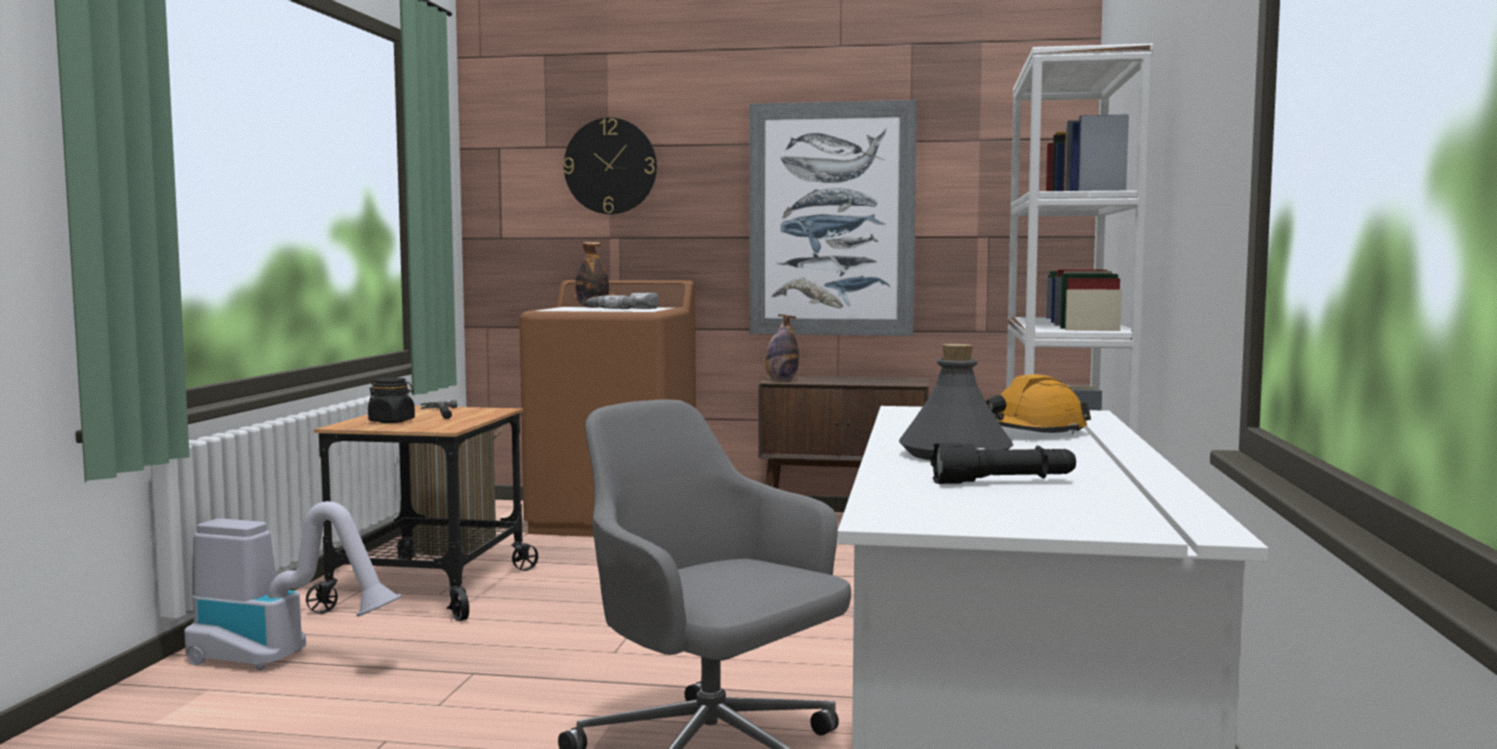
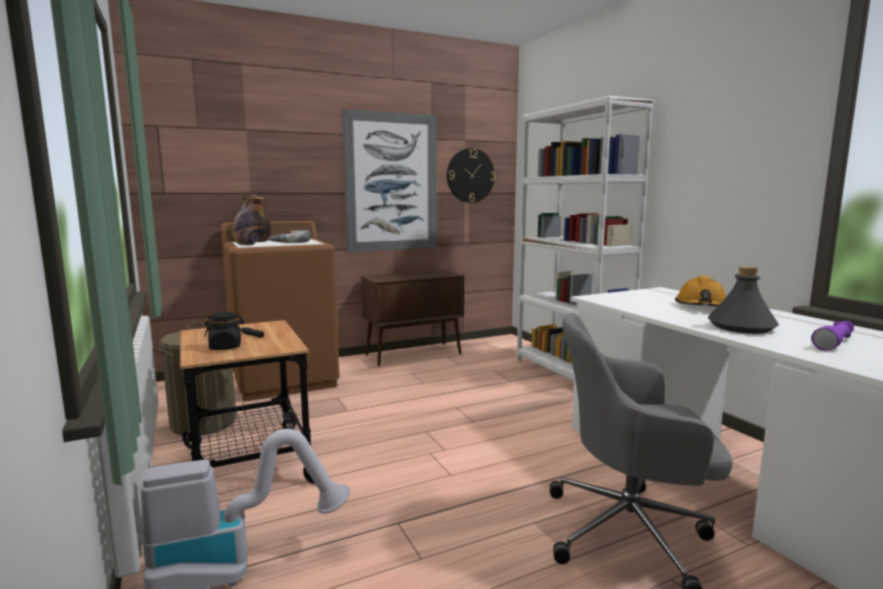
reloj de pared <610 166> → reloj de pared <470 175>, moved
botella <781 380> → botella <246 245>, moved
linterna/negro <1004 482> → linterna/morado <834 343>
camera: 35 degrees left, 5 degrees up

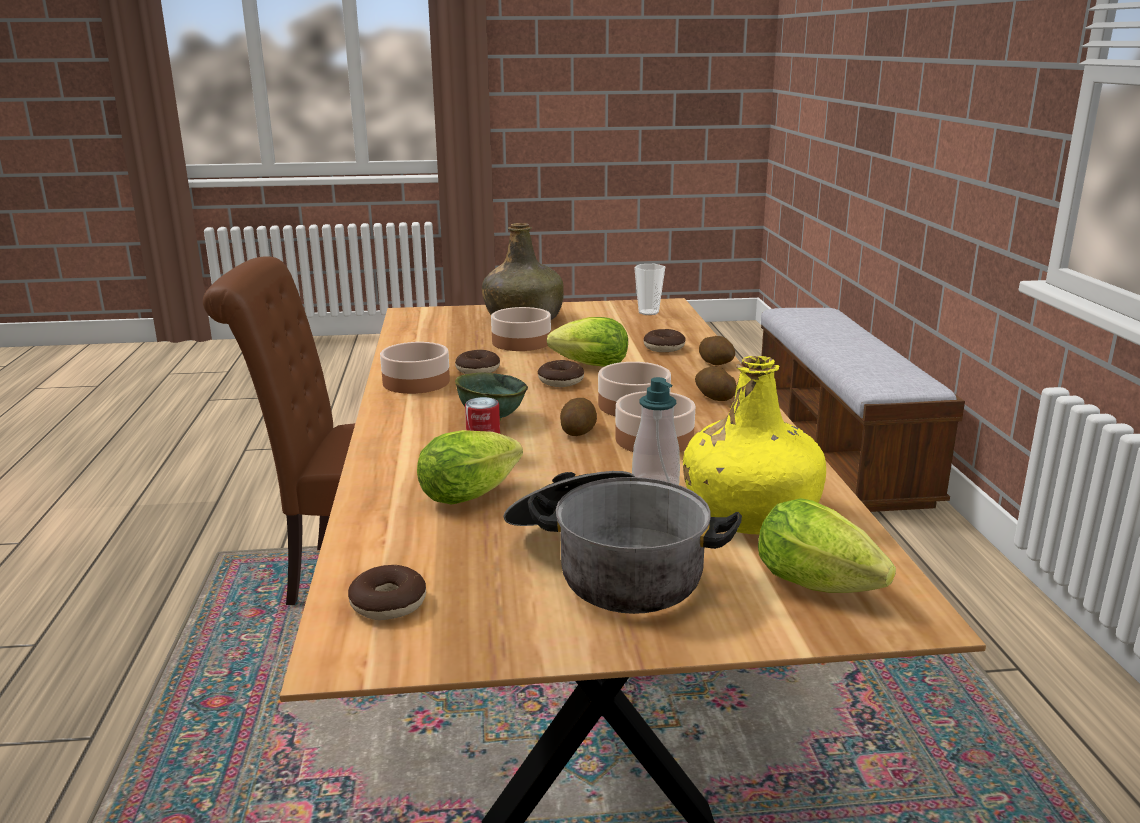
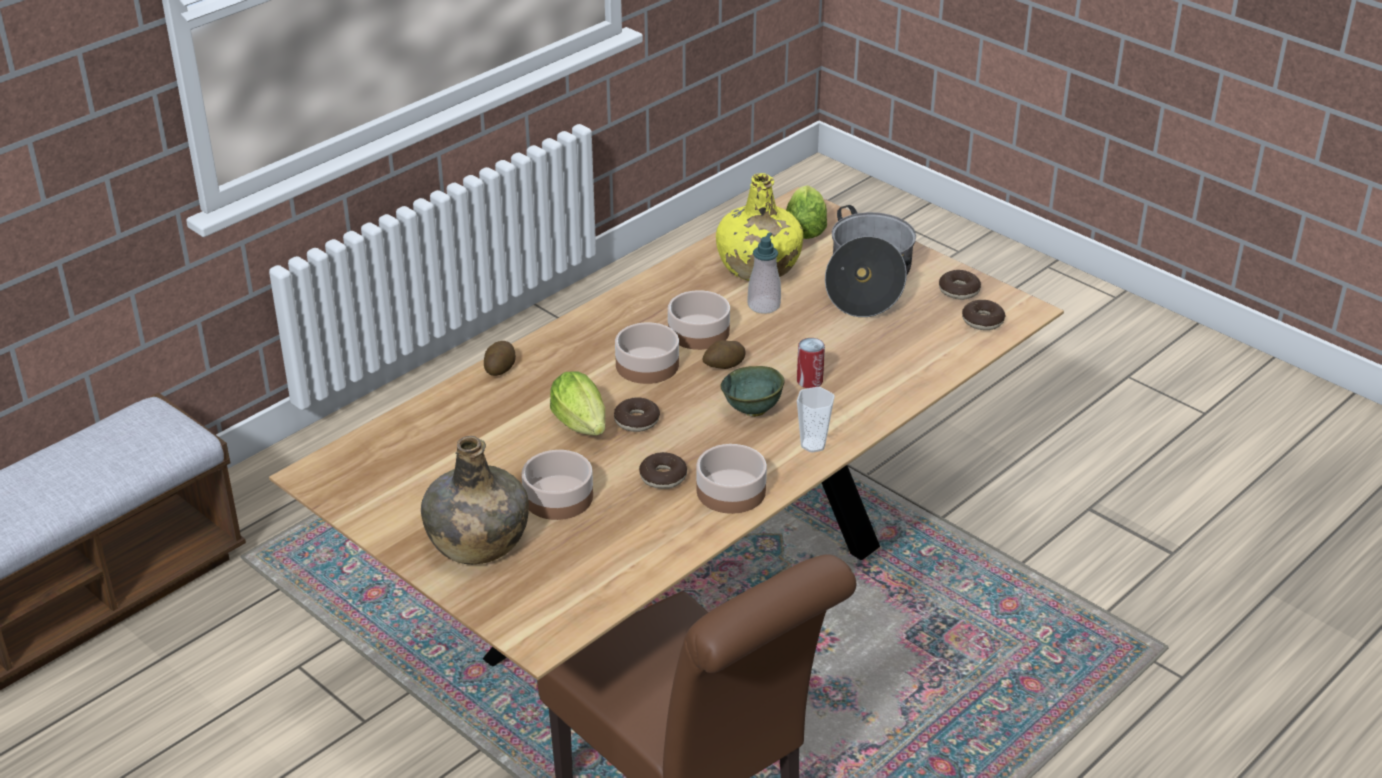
taza <648 312> → taza <813 445>, moved
rosquilla <664 348> → rosquilla <959 291>, moved
patata <714 397> → -
lechuga <474 494> → -
camera: 130 degrees left, 15 degrees up

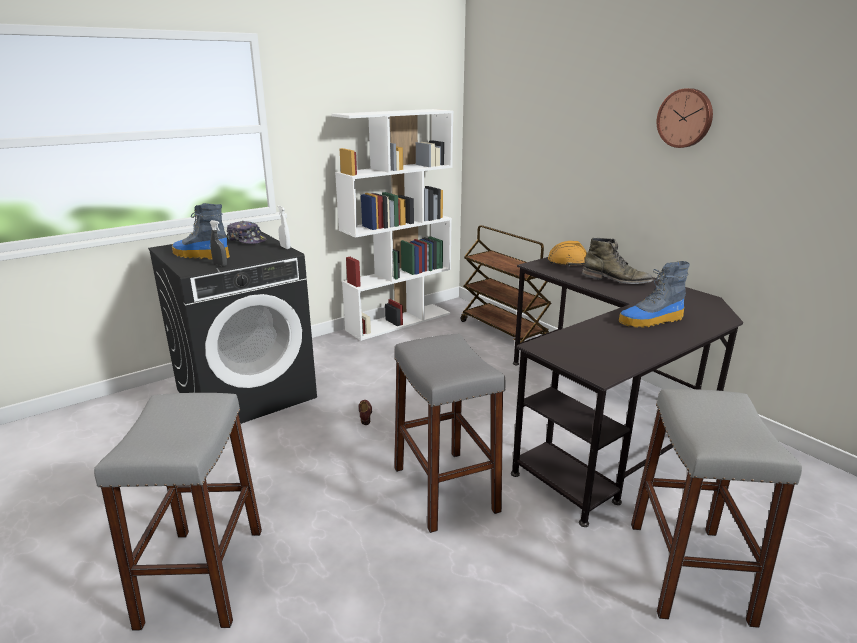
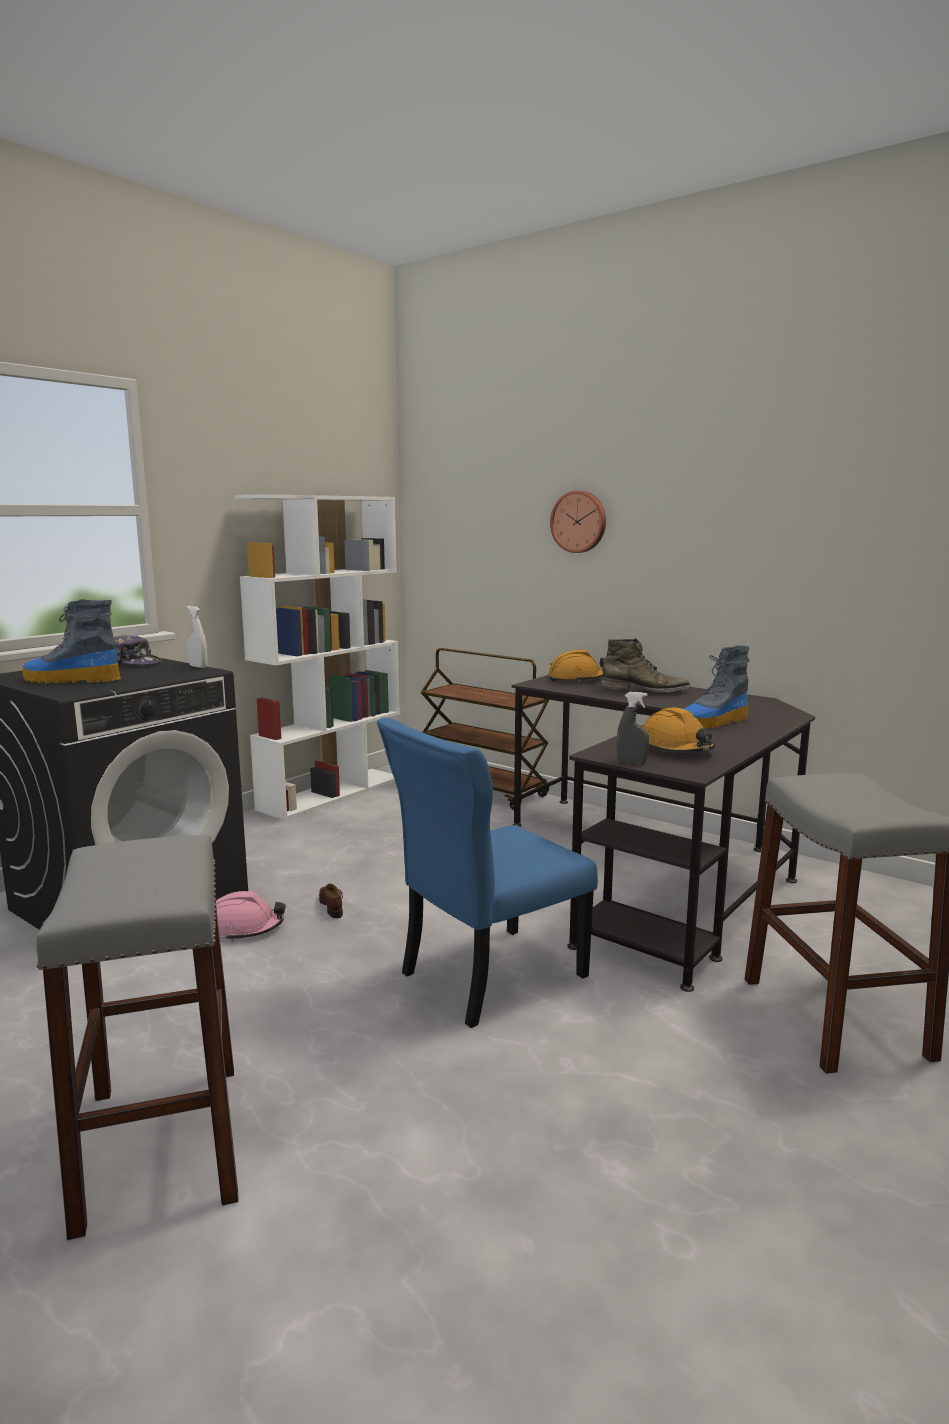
reloj de pared <685 118> → reloj de pared <579 522>, moved
pulverizador/gris <220 265> → pulverizador/gris <631 762>, moved
taburete/gris <445 489> → silla/azul <487 977>
- → casco/naranja <676 749>
- → casco/rosa <244 928>
camera: 15 degrees left, 10 degrees down

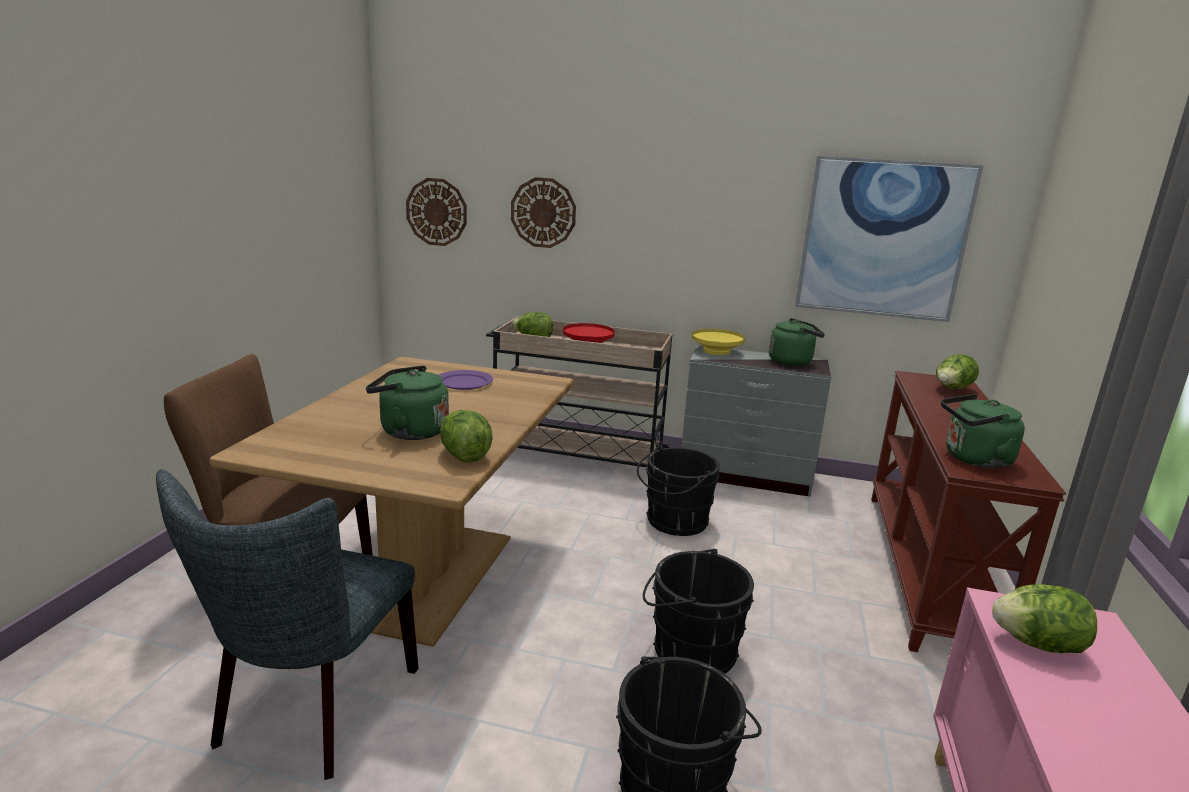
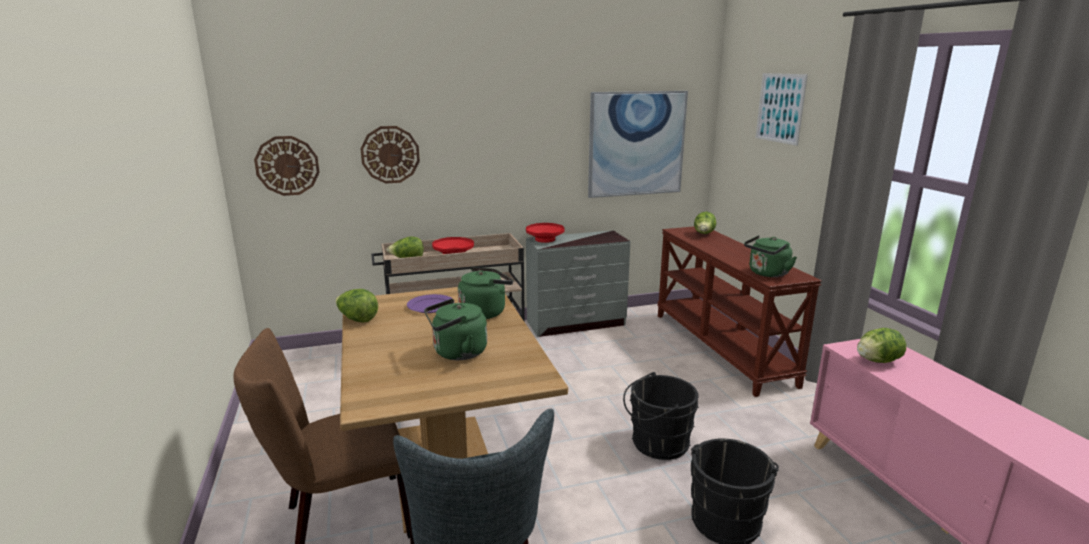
hervidor/verde <792 361> → hervidor/verde <485 312>, moved
cuenco/amarillo <716 351> → cuenco/rojo <545 239>
lechuga <464 455> → lechuga <357 319>, moved
cubo/negro <674 522> → -
- → cuadro <780 108>
camera: 30 degrees left, 0 degrees up

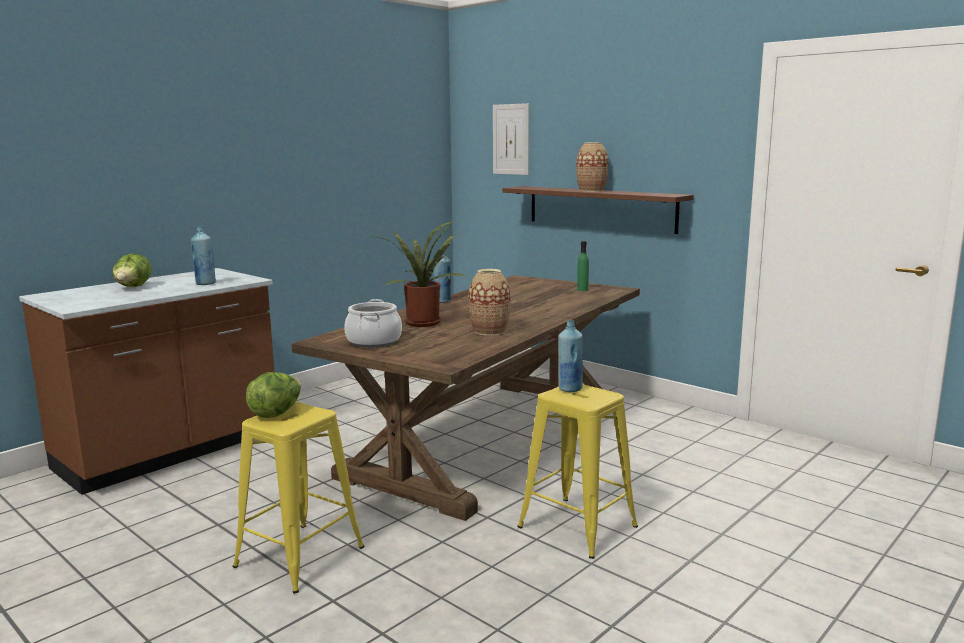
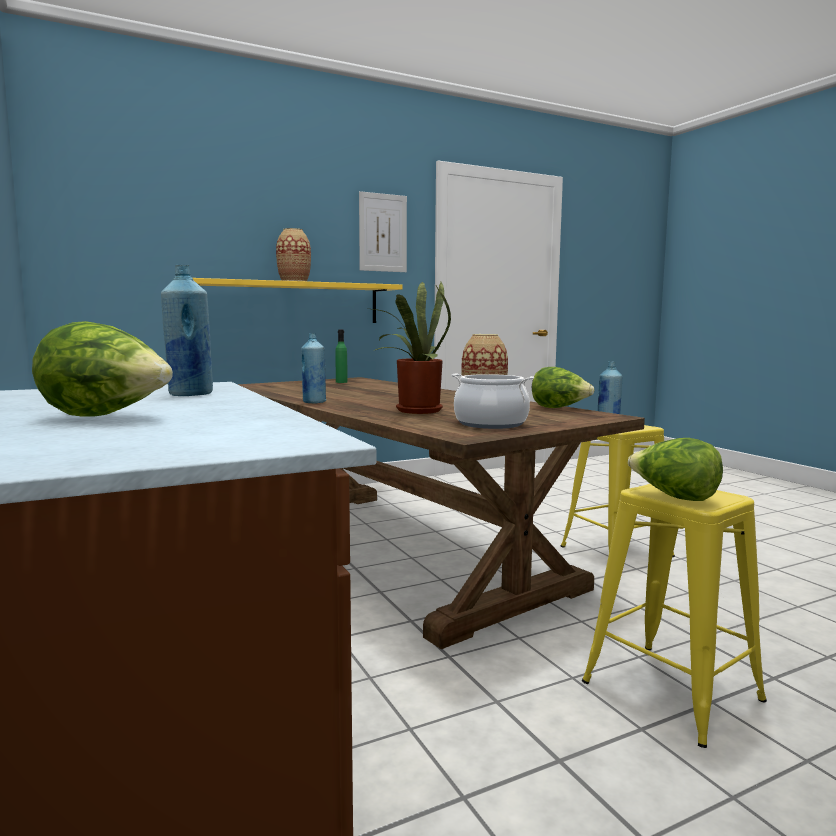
cuadro <511 139> → cuadro <383 233>, moved
estante/marrón <600 208> → estante/amarillo <289 303>
- → lechuga <559 408>
camera: 70 degrees left, 5 degrees down

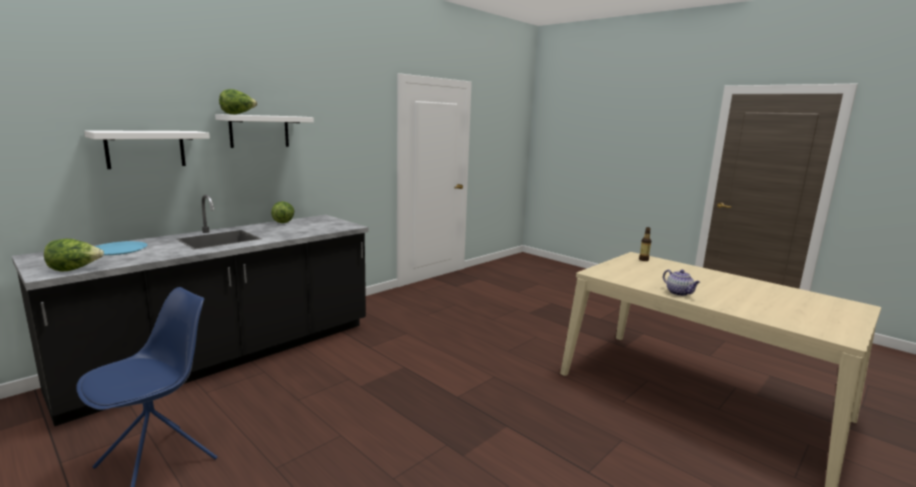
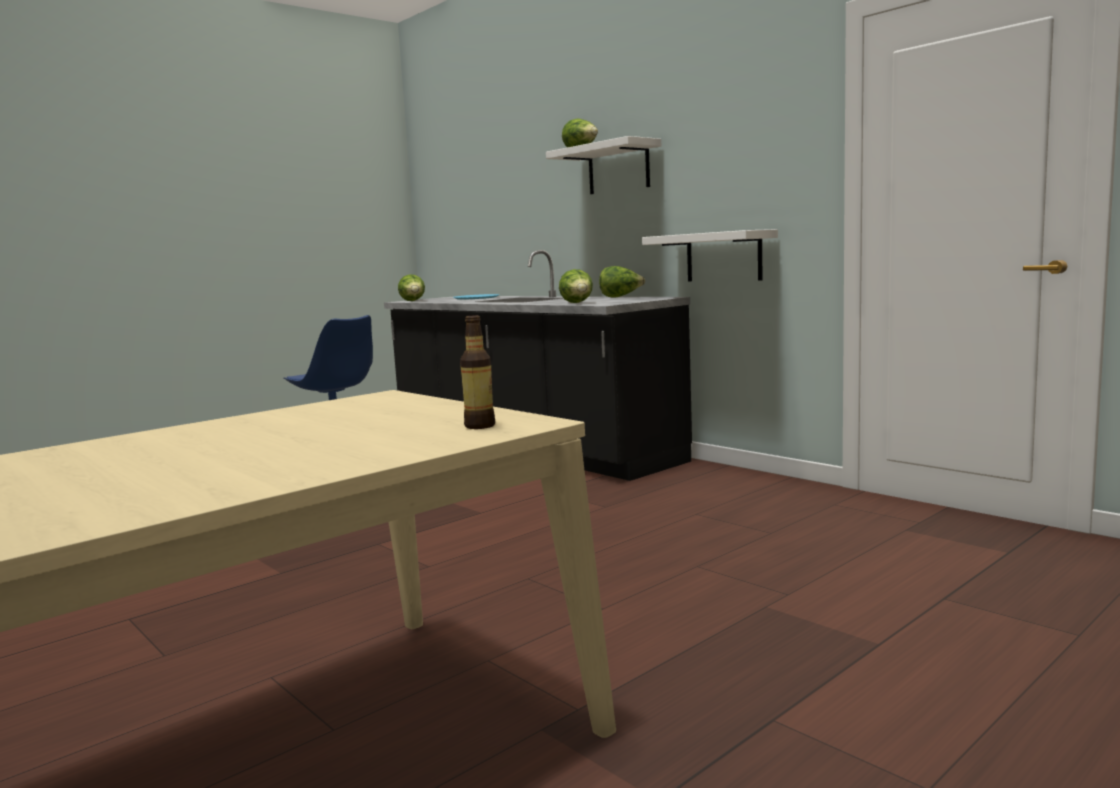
estante/blanco <145 149> → estante/blanco <723 256>, moved
tetera <679 293> → -
- → lechuga <577 303>
camera: 95 degrees right, 5 degrees down

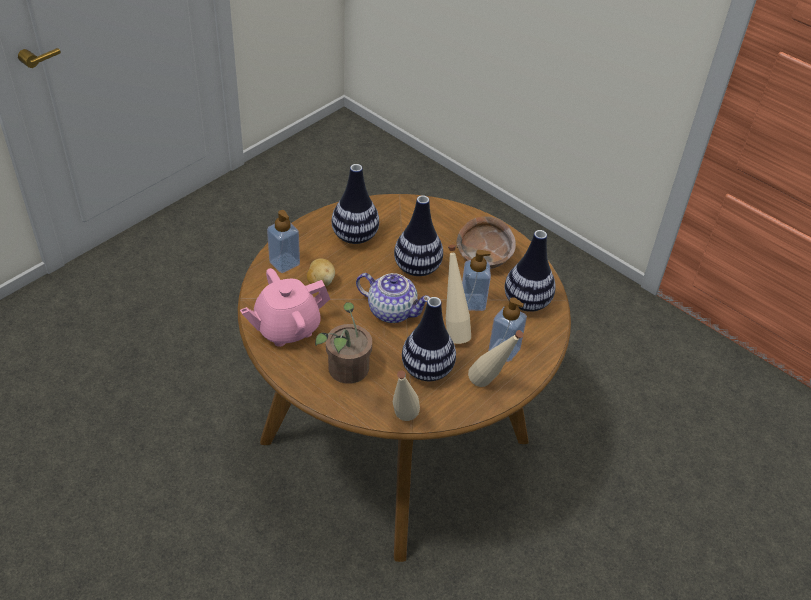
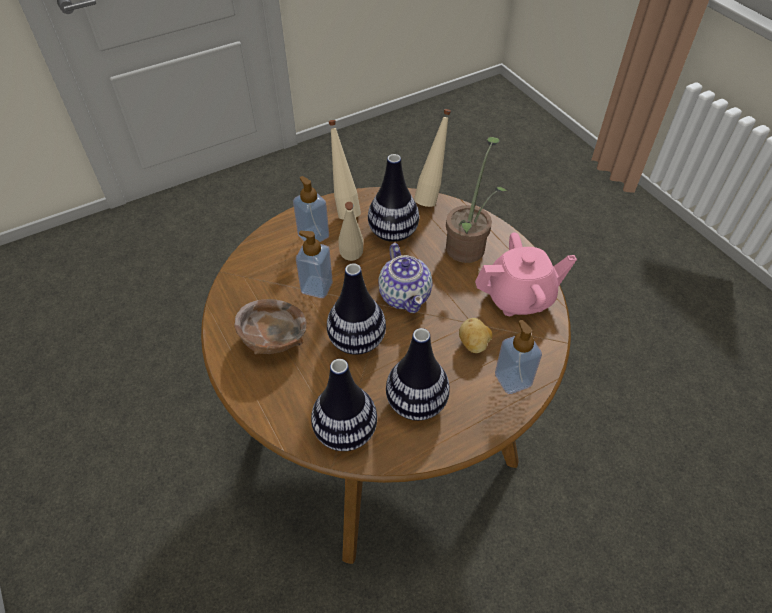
florero <526 302> → florero <345 432>, moved
tetera <391 310> → tetera <405 295>, 150 degrees counterclockwise
camera: 160 degrees left, 5 degrees up

